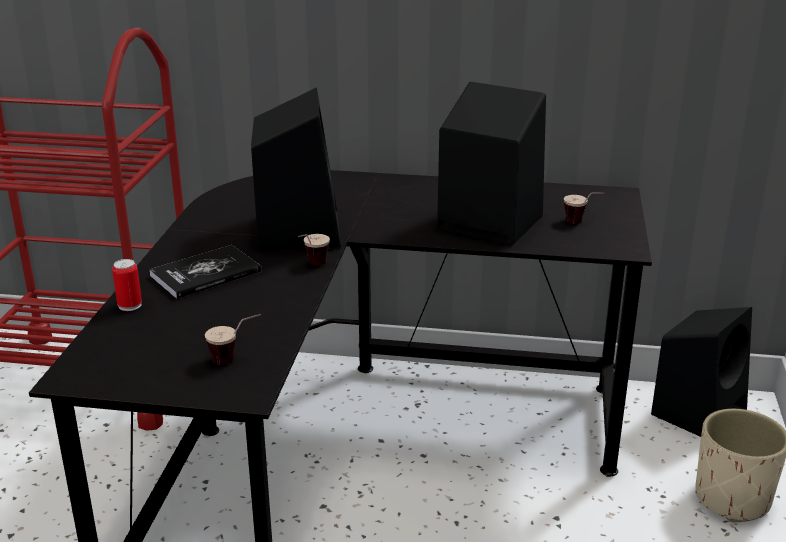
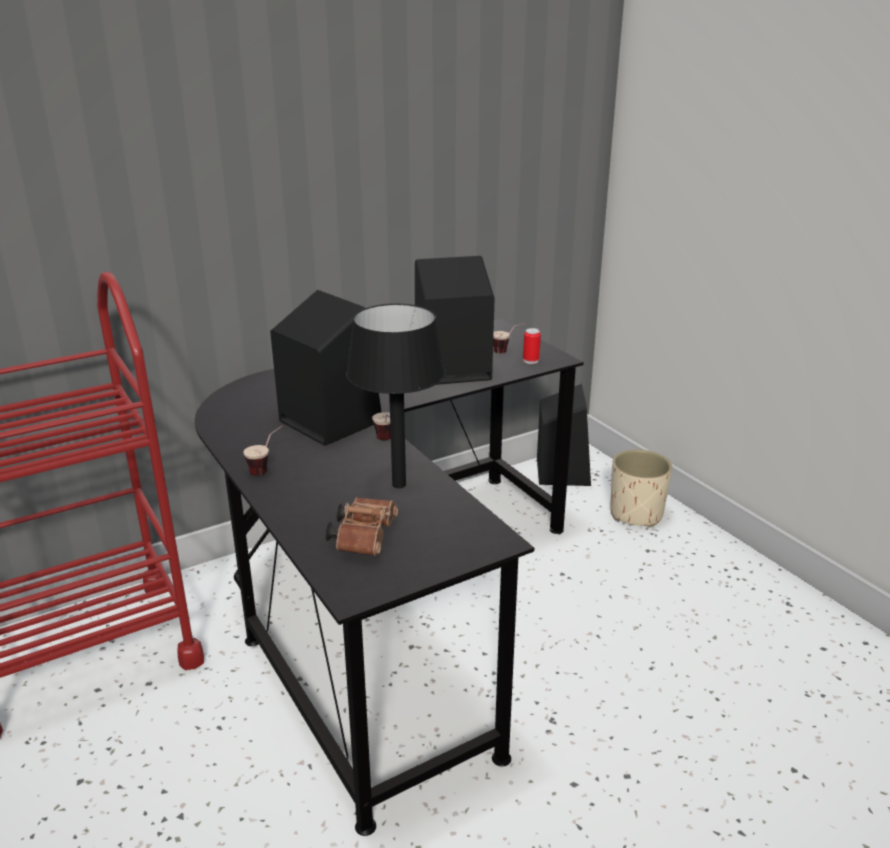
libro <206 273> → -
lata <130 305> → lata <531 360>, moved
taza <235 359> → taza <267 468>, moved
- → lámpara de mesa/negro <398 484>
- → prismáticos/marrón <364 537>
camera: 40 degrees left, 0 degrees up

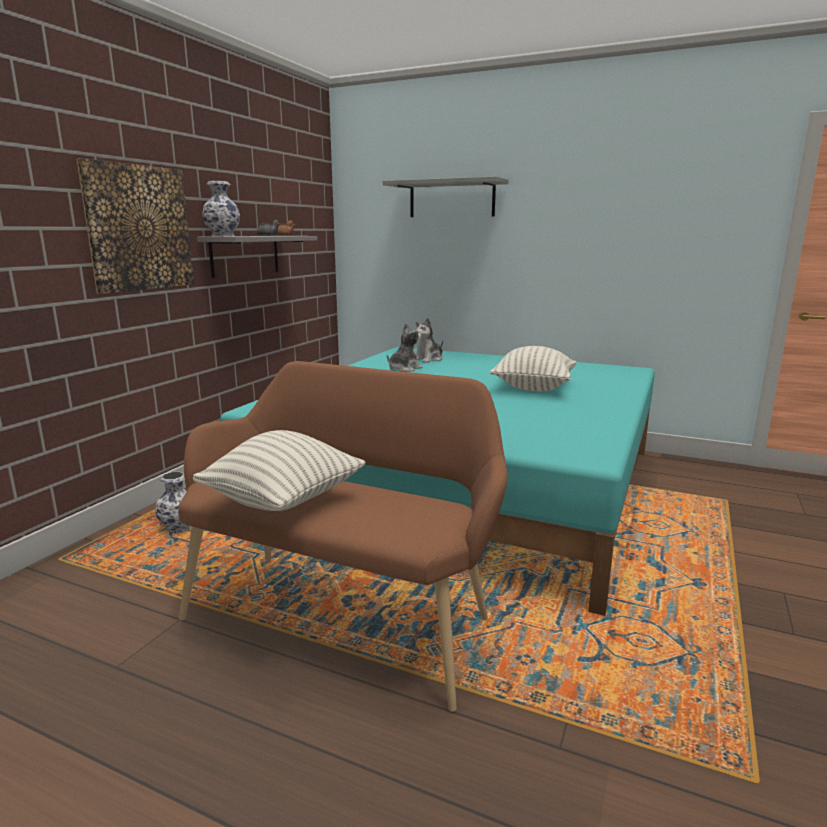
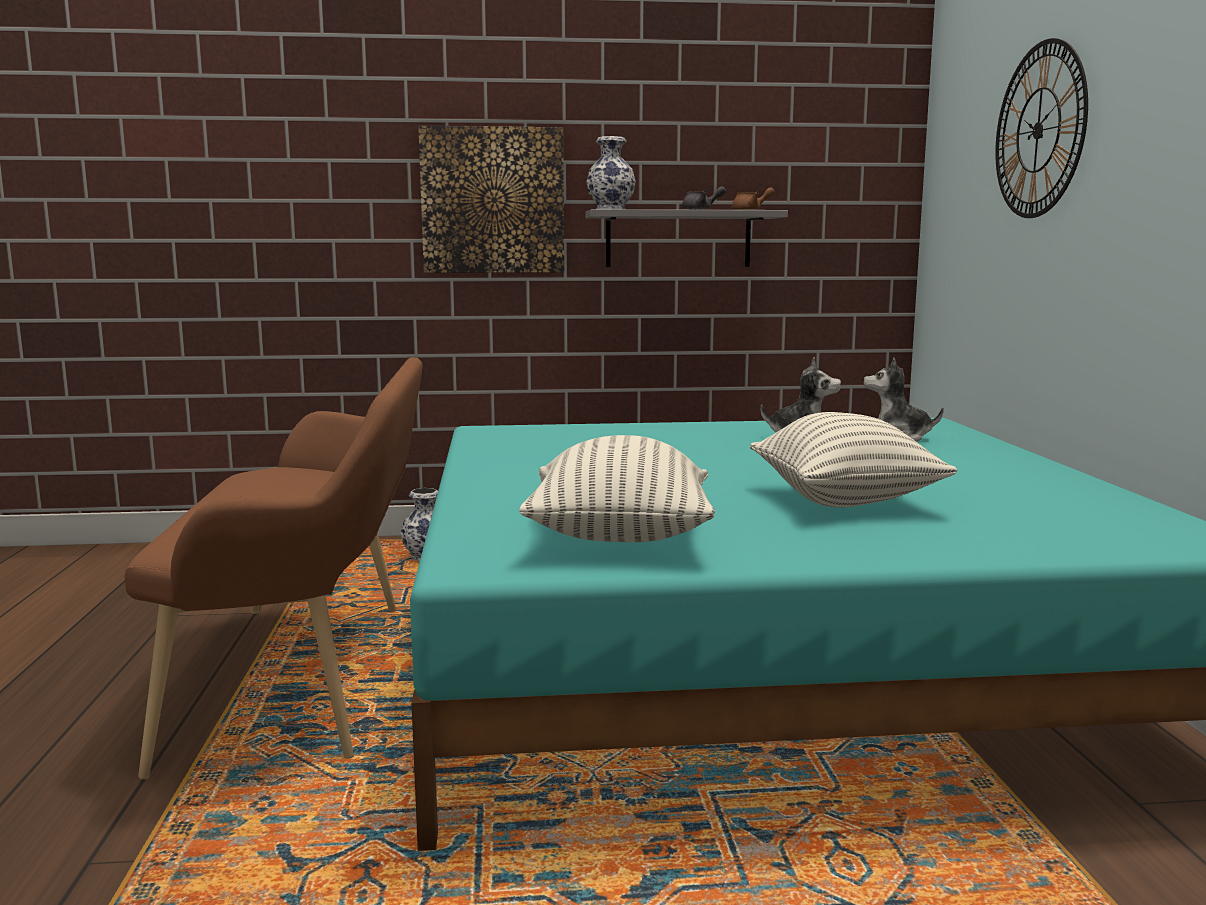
estante/gris <451 199> → reloj de pared <1038 130>
cojín <283 501> → cojín <619 540>, moved
camera: 60 degrees right, 5 degrees down

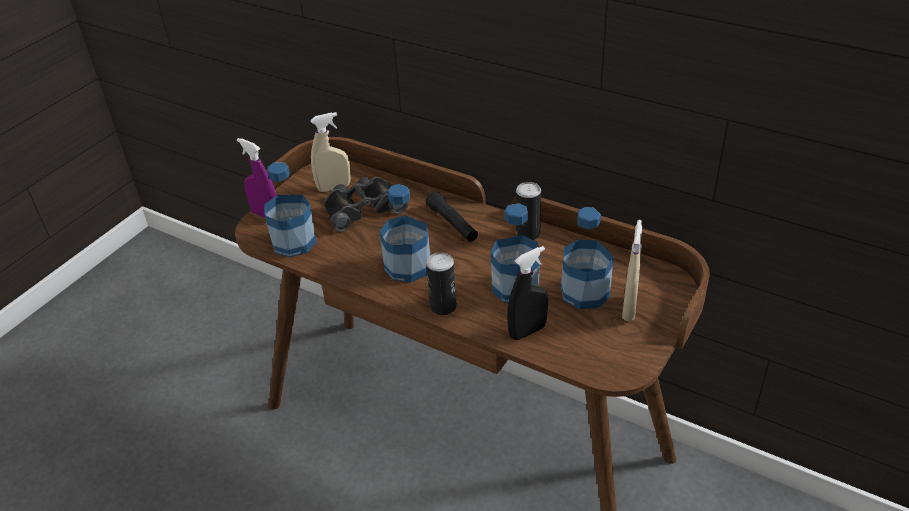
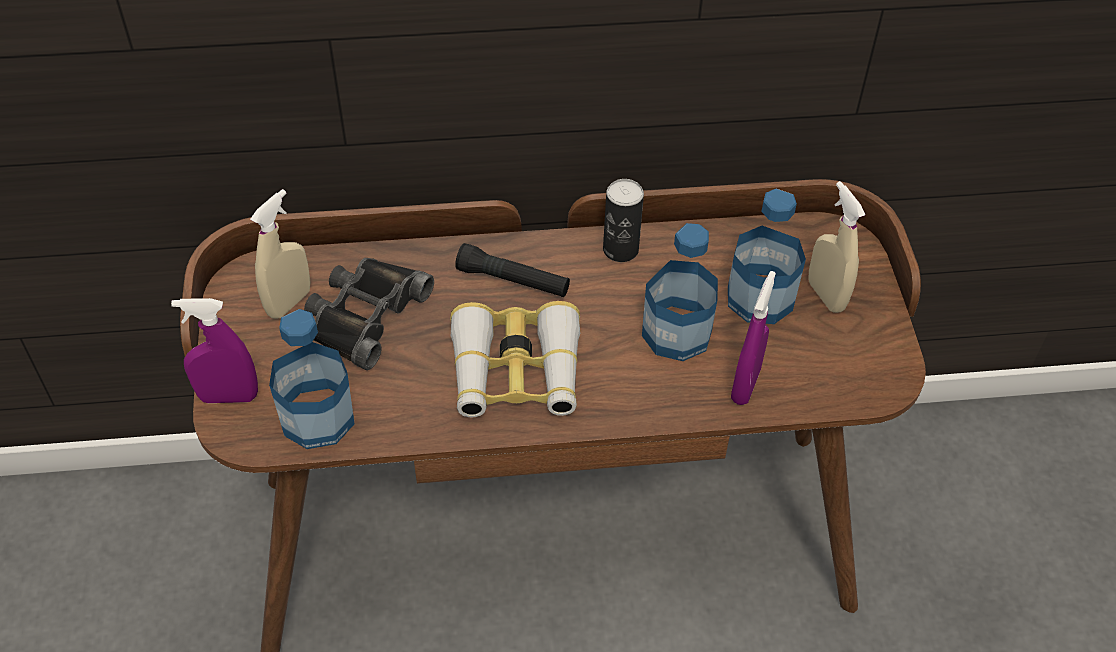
botella <407 267> → prismáticos <516 373>
pulverizador/negro <527 331> → pulverizador/morado <745 385>
lata <443 306> → -
camera: 40 degrees left, 10 degrees up

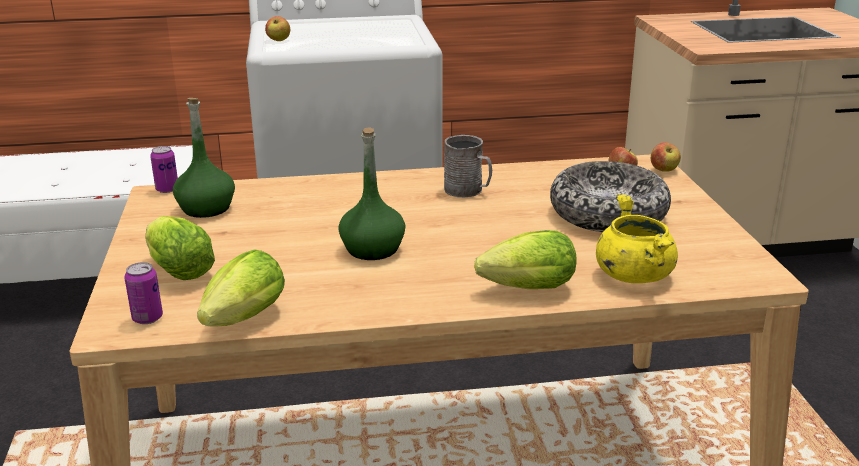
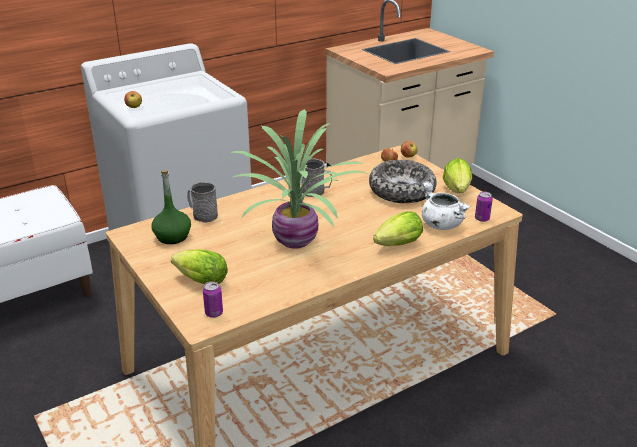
botella/verde <373 249> → planta en maceta <298 241>
lata <167 189> → lata <482 219>, moved
olla/amarillo <633 275> → olla/blanco <441 224>
lechuga <241 321> → lechuga <457 191>, moved
- → taza grande/gris <202 215>
camera: 25 degrees left, 5 degrees up

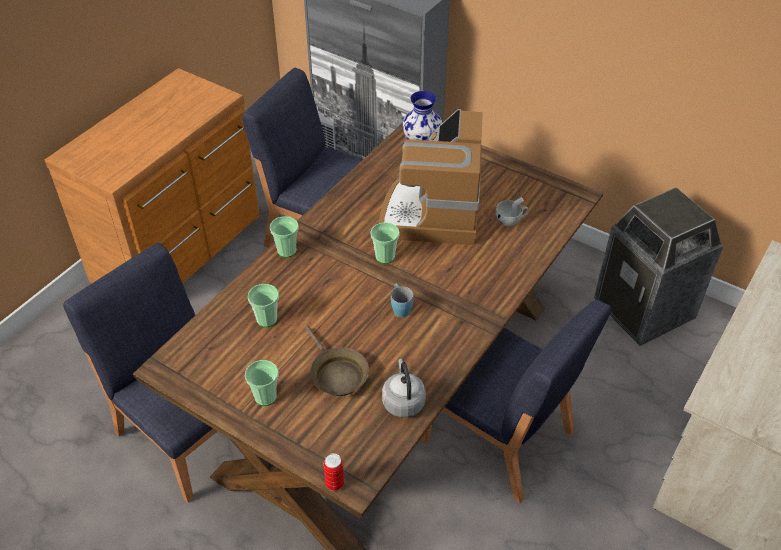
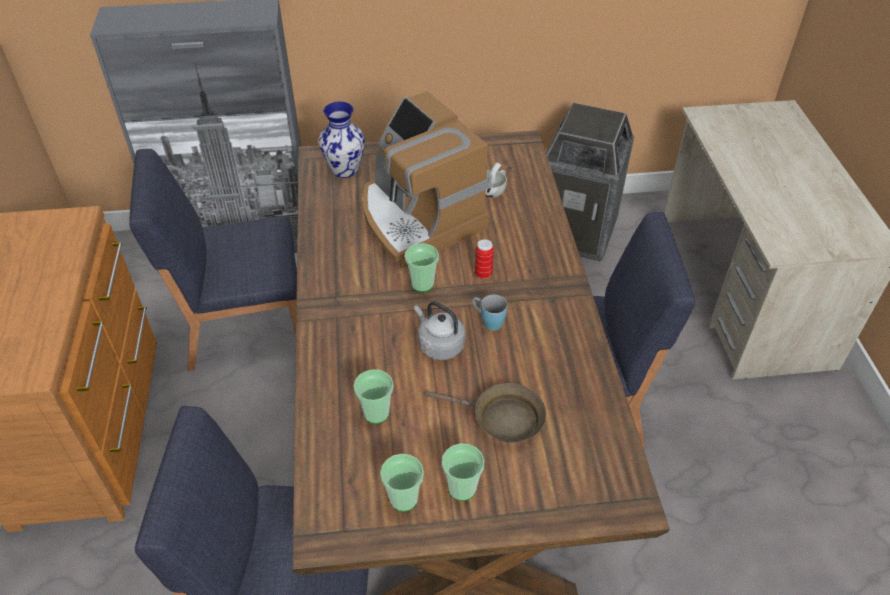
taza <287 251> → taza <403 499>, moved
hervidor/gris <403 401> → hervidor/gris <439 345>, moved
lata <334 483> → lata <483 274>, moved
camera: 40 degrees left, 0 degrees up

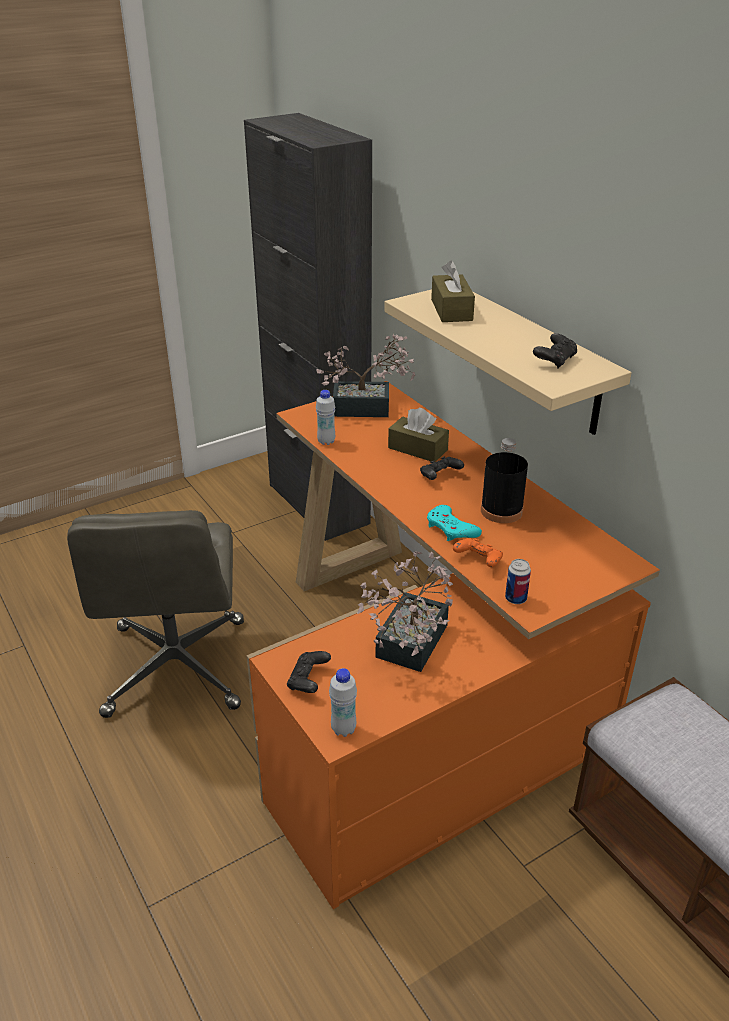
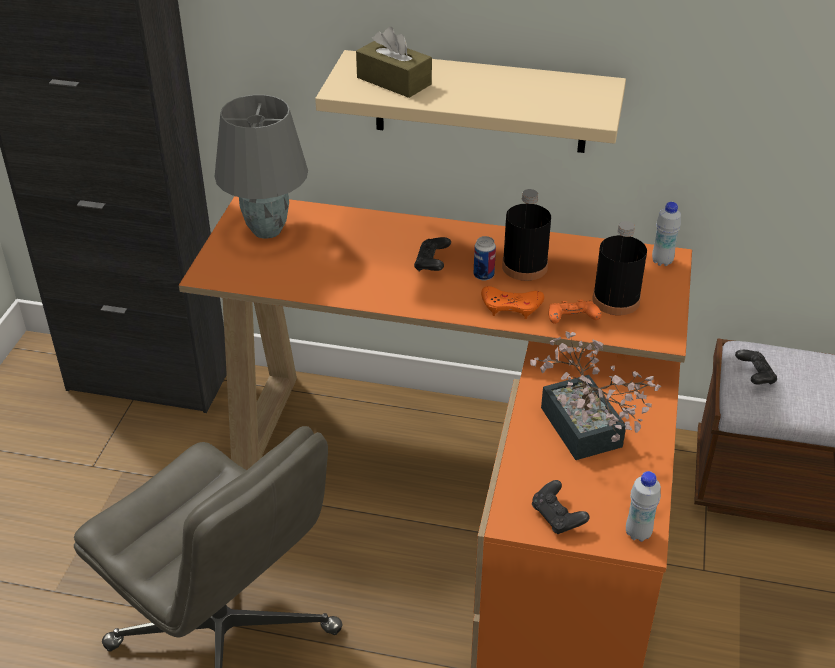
mando de consola/negro <555 360> → mando de consola/negro <754 376>, moved
planta en maceta <369 408> → lámpara de mesa/gris <266 231>
botella/blanco <326 441> → botella/blanco <662 261>, moved
caja de pañuelos/marrón <417 449> → -
mando de consola/turquesa <451 528> → mando de consola/naranja <511 306>
lata <515 599> → lata <483 275>, moved
- → botella/negro <616 300>
camera: 45 degrees left, 5 degrees up

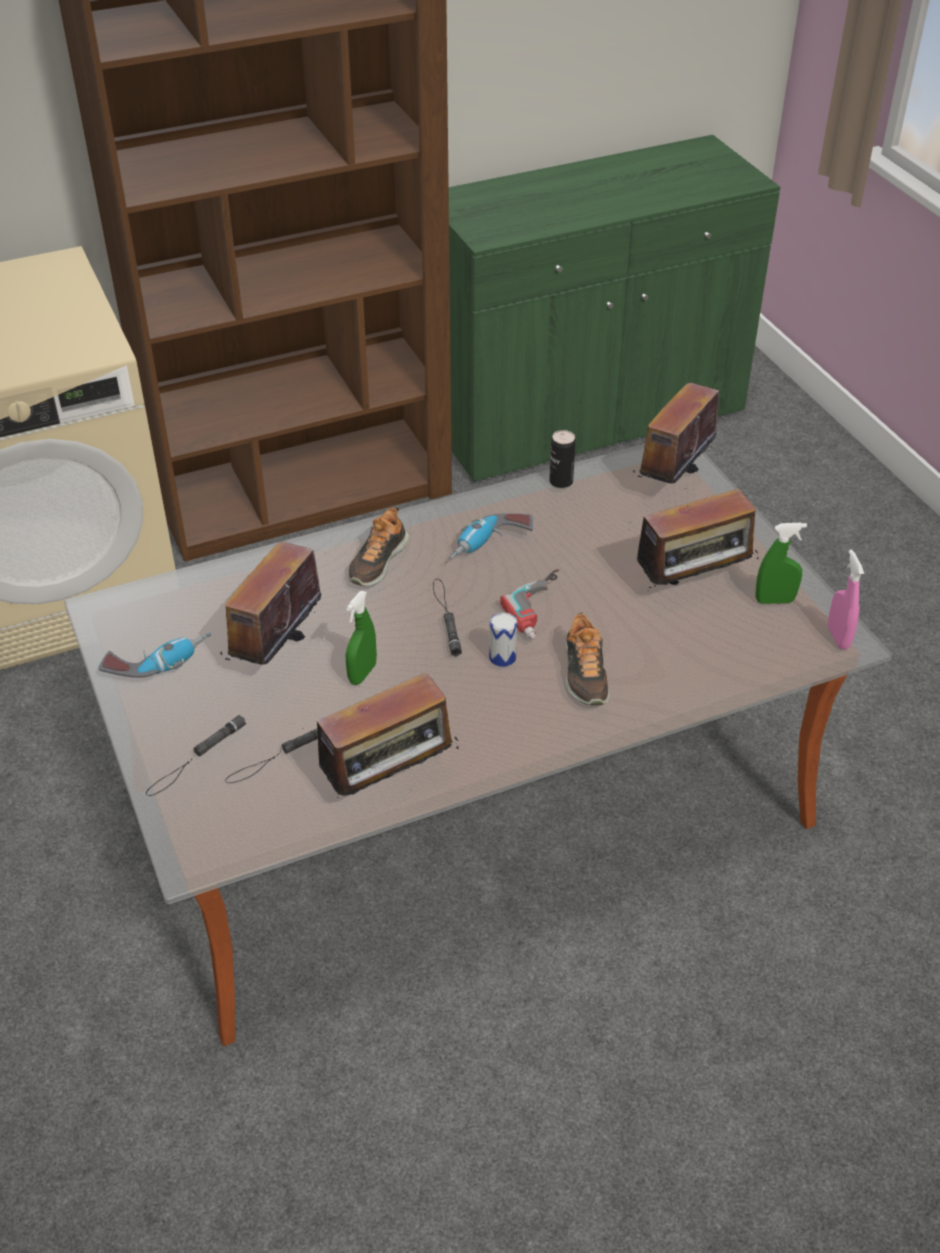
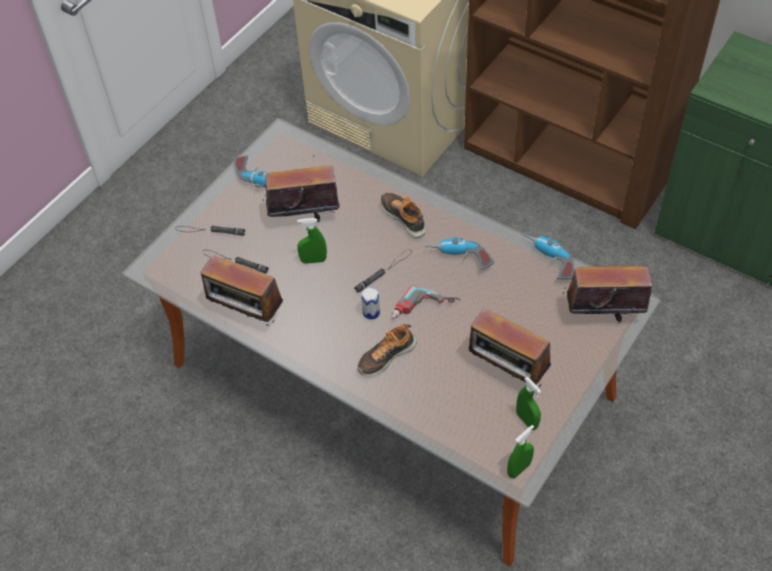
lata <561 481> → taladro <548 260>
zapato <377 561> → zapato <404 217>, 60 degrees clockwise
pulverizador/rosa <838 637> → pulverizador/verde <519 469>
camera: 60 degrees right, 10 degrees up

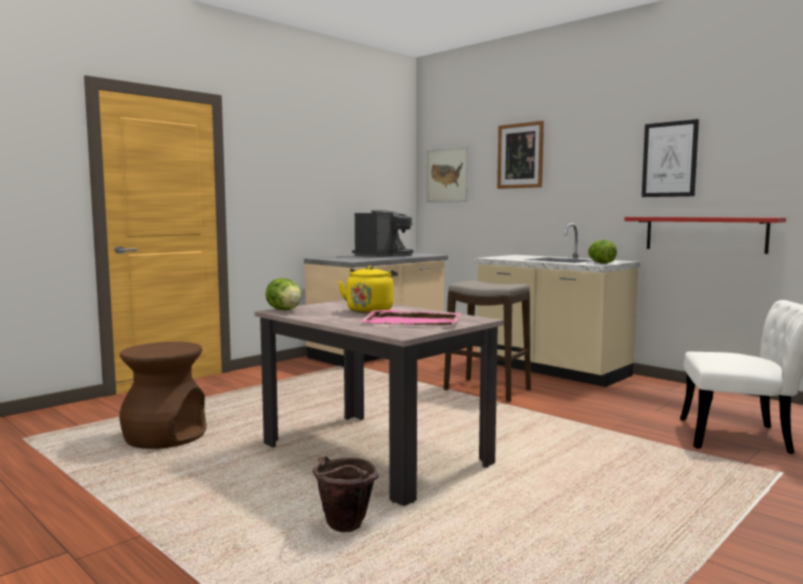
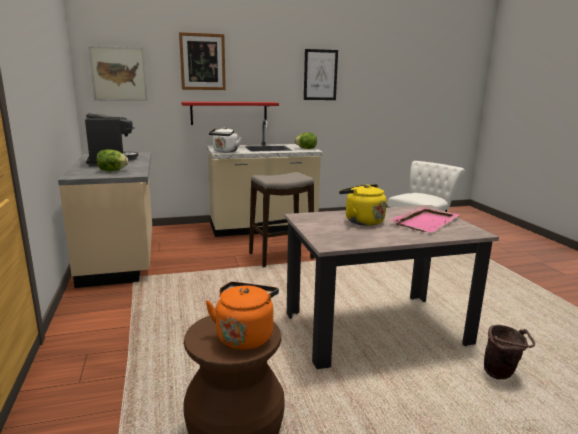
estante/rojo <704 234> → estante/rojo <229 113>, moved
lechuga <285 310> → lechuga <112 171>, moved
- → hervidor/blanco <225 152>
- → hervidor/naranja <245 335>
camera: 60 degrees left, 10 degrees up

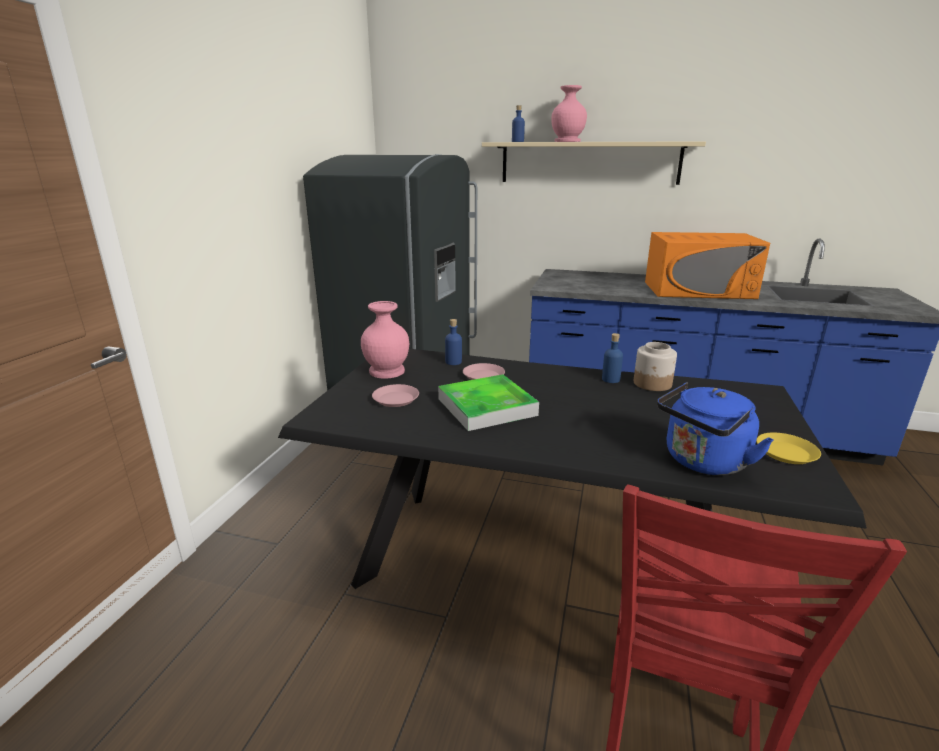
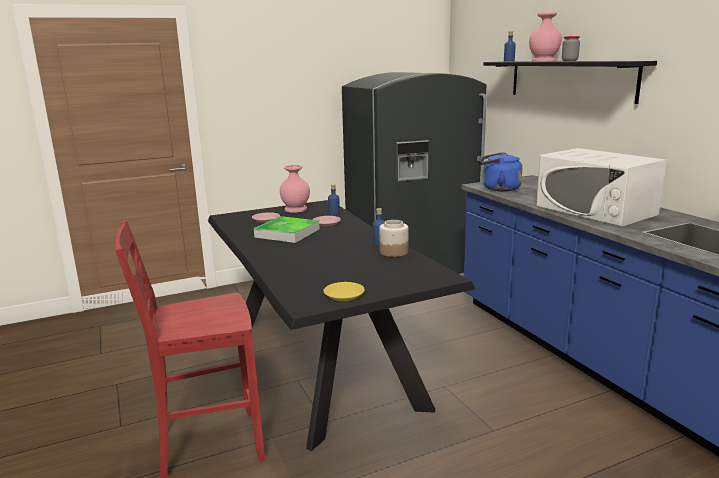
estante/beis <589 163> → estante/negro <569 80>
microondas/naranja <698 290> → microondas/blanco <595 210>
hervidor/azul <702 462> → hervidor/azul <498 189>, moved
- → tarro <569 61>
camera: 50 degrees right, 5 degrees down

